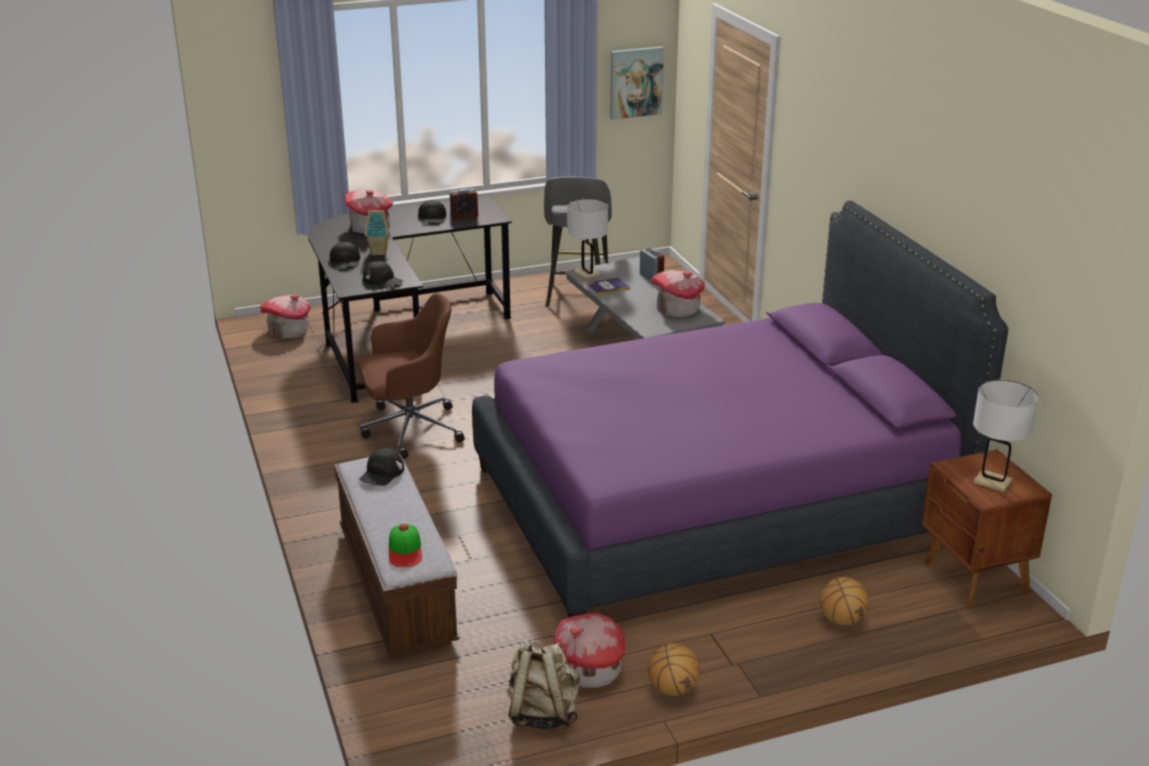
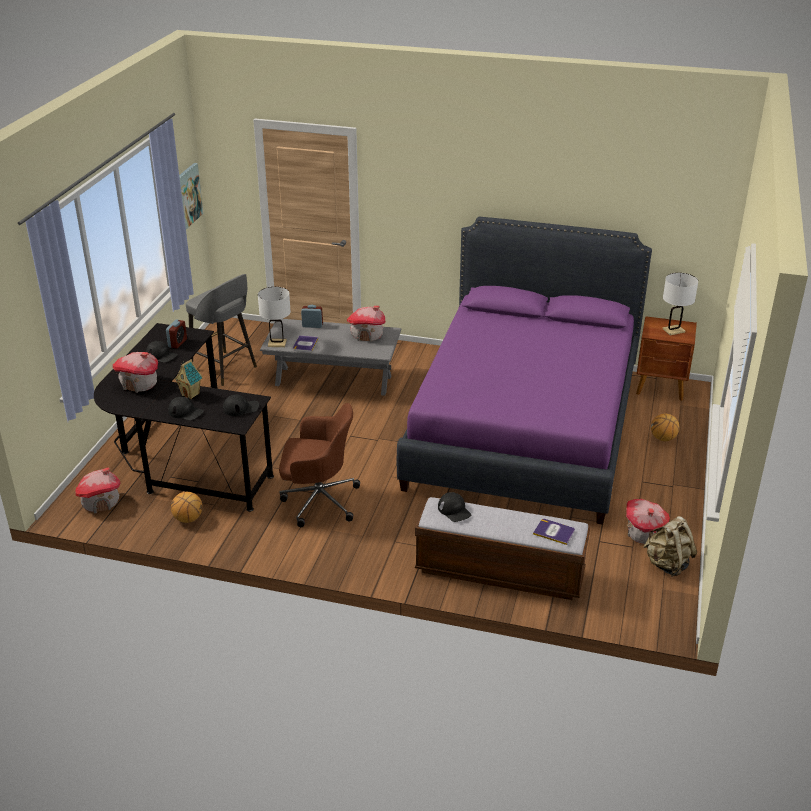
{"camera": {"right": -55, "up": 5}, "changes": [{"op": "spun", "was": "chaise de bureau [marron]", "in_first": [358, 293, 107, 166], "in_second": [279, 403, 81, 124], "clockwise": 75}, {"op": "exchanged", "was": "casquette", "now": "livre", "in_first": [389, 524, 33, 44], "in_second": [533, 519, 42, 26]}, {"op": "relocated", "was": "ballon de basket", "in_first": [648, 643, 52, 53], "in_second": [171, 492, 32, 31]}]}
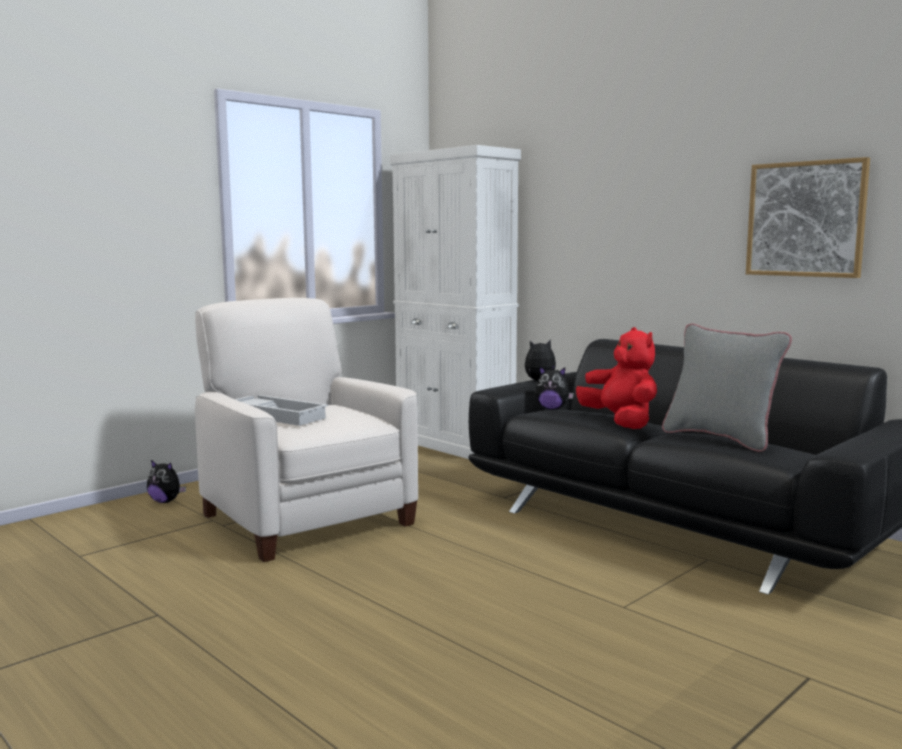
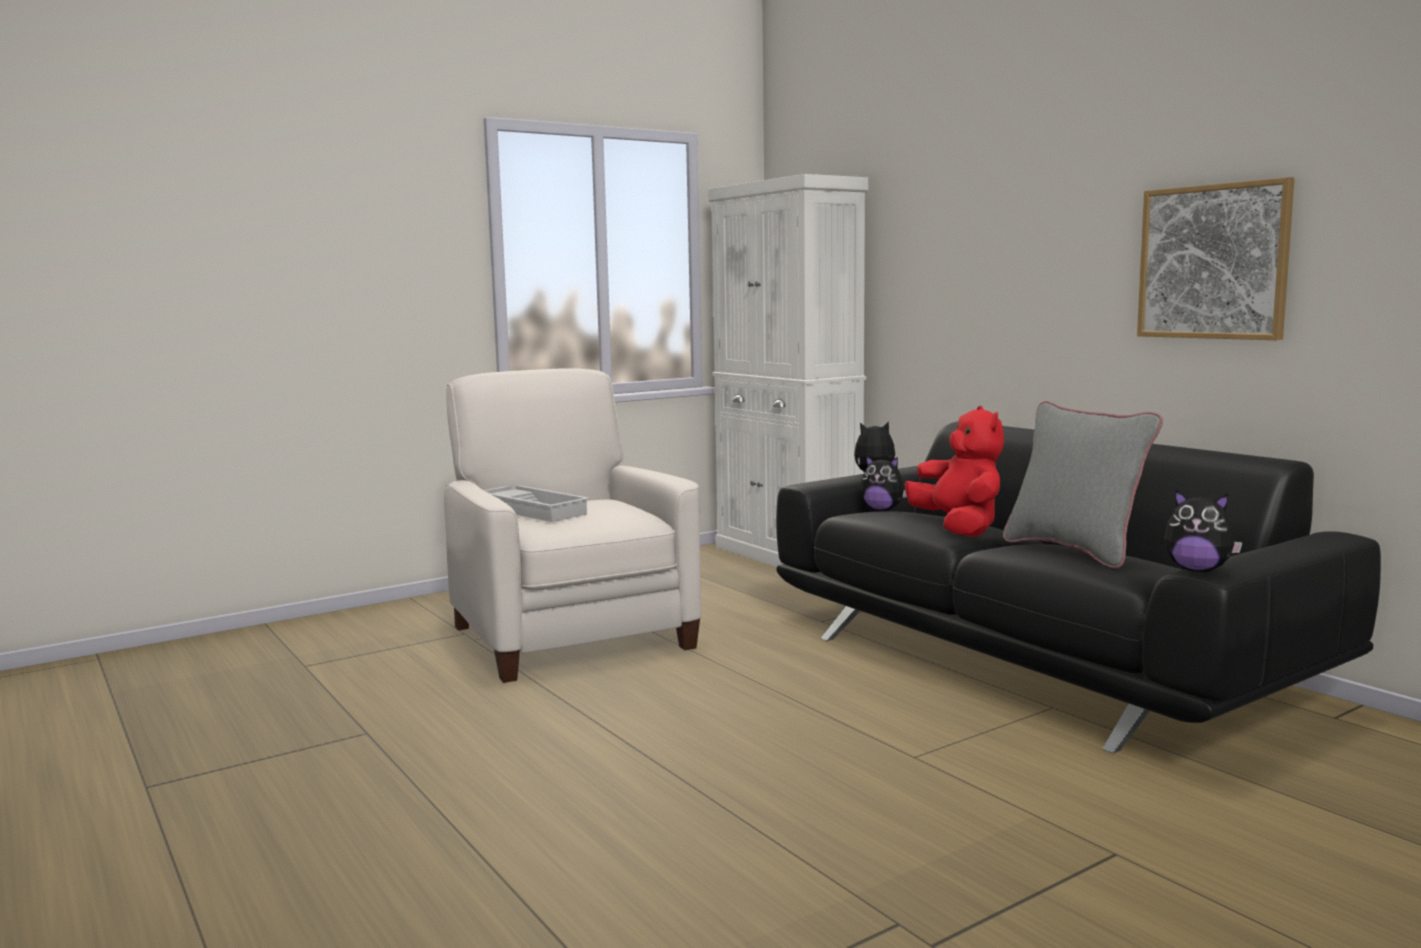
{"camera": {"right": 10, "up": 0}, "changes": [{"op": "relocated", "was": "peluche", "in_first": [147, 460, 39, 43], "in_second": [1165, 490, 78, 82]}]}
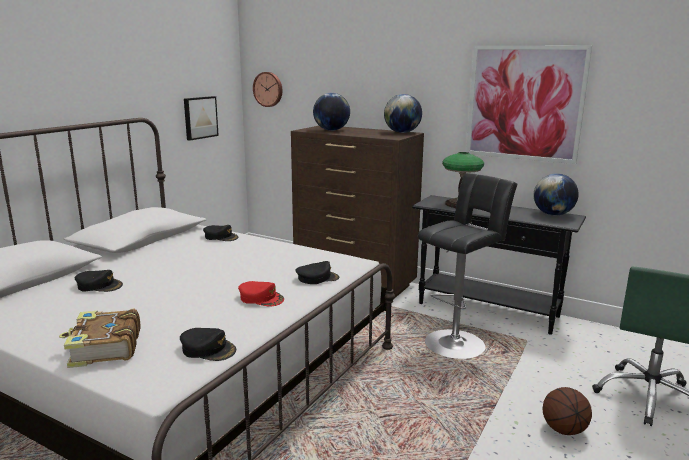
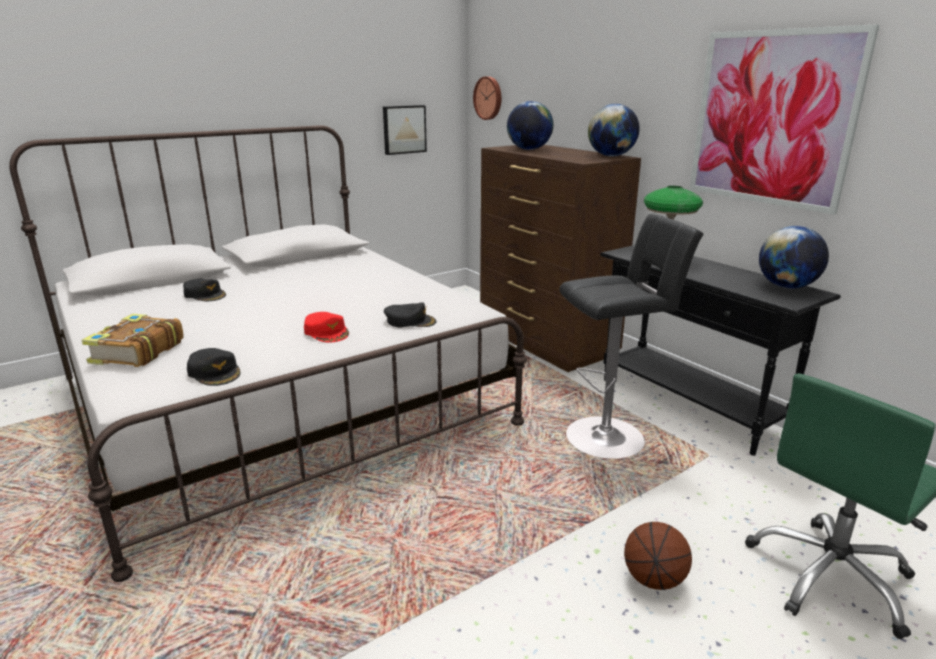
{"camera": {"right": 25, "up": 5}, "changes": [{"op": "missing", "was": "casquette [noir]", "in_first": [203, 225, 35, 16]}]}
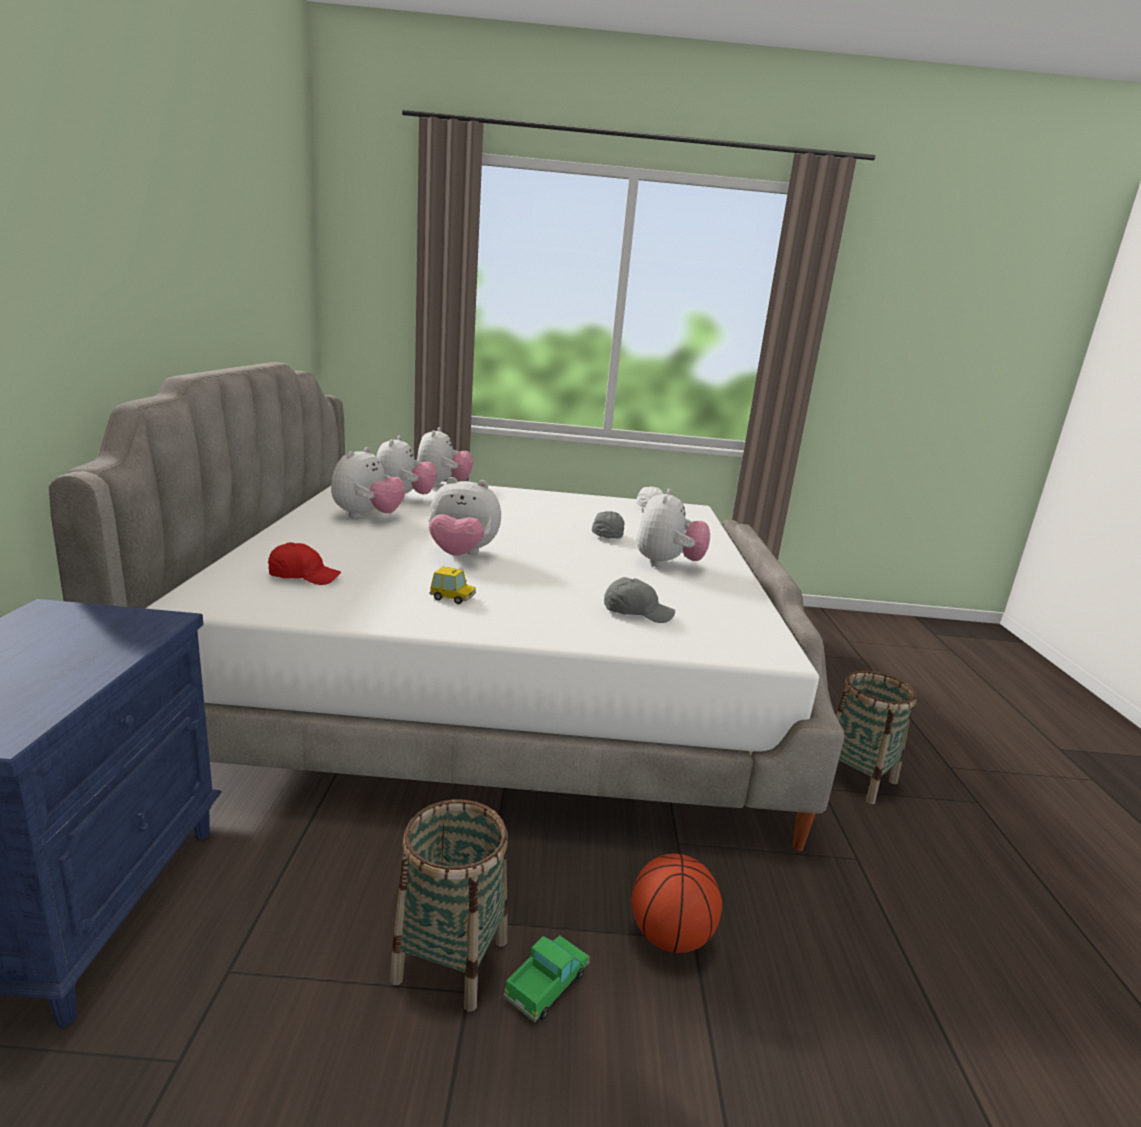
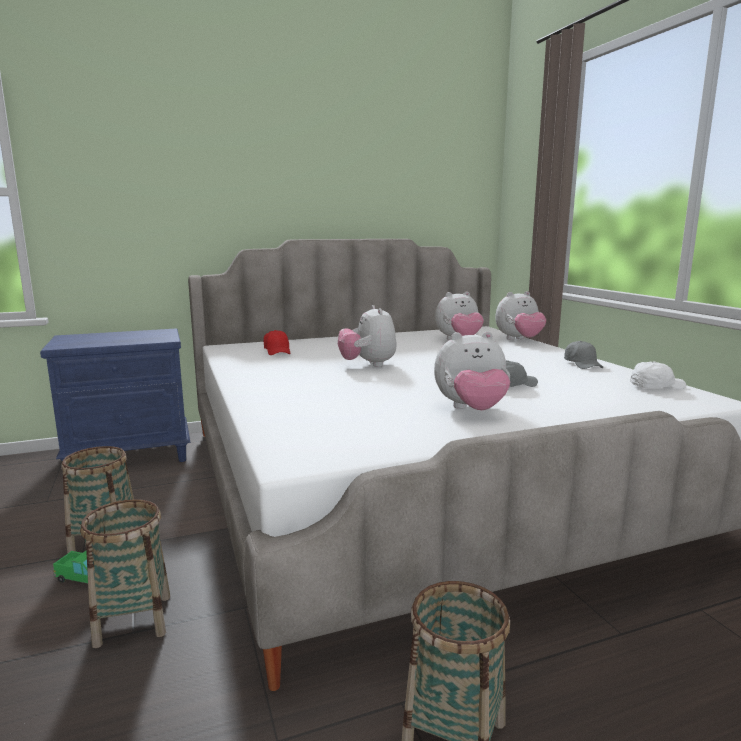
{"camera": {"right": 70, "up": -5}, "changes": [{"op": "missing", "was": "peluche", "in_first": [331, 447, 75, 71]}, {"op": "missing", "was": "petite voiture", "in_first": [430, 567, 46, 37]}, {"op": "relocated", "was": "casquette [gris]", "in_first": [604, 577, 71, 46], "in_second": [564, 341, 39, 28]}, {"op": "exchanged", "was": "ballon de basket", "now": "panier", "in_first": [631, 854, 91, 99], "in_second": [80, 499, 90, 149]}]}
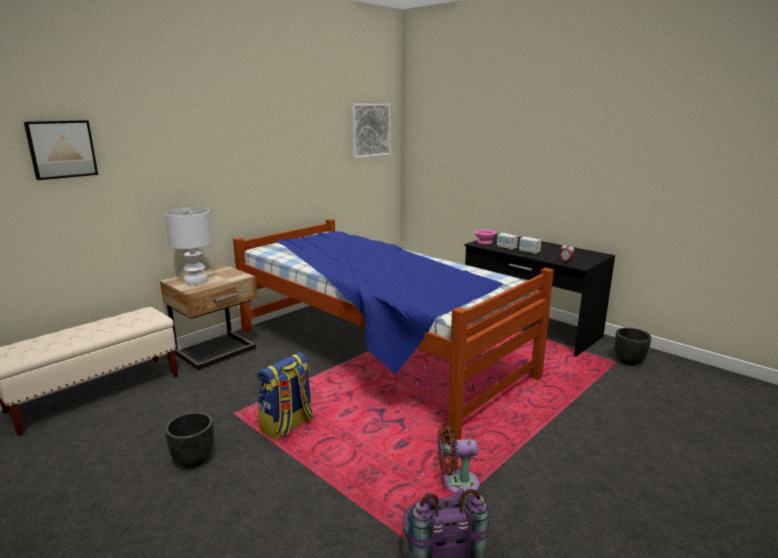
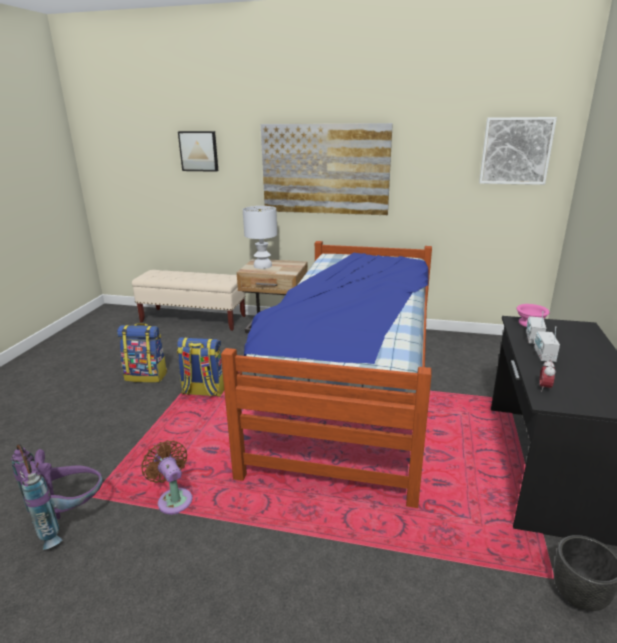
{"camera": {"right": 60, "up": 5}, "changes": [{"op": "exchanged", "was": "cache-pot [noir]", "now": "sac à dos", "in_first": [165, 412, 49, 55], "in_second": [117, 323, 50, 60]}, {"op": "appeared", "now": "tableau", "in_second": [261, 123, 132, 92]}]}
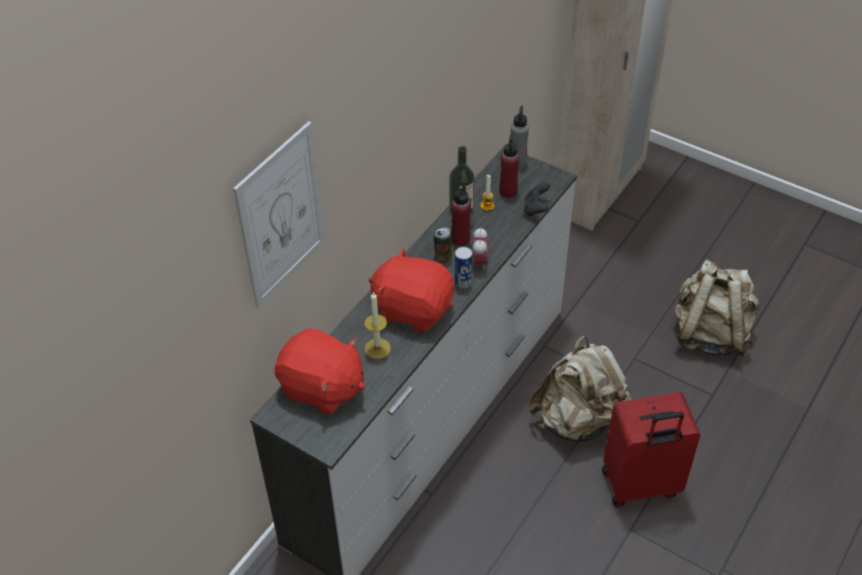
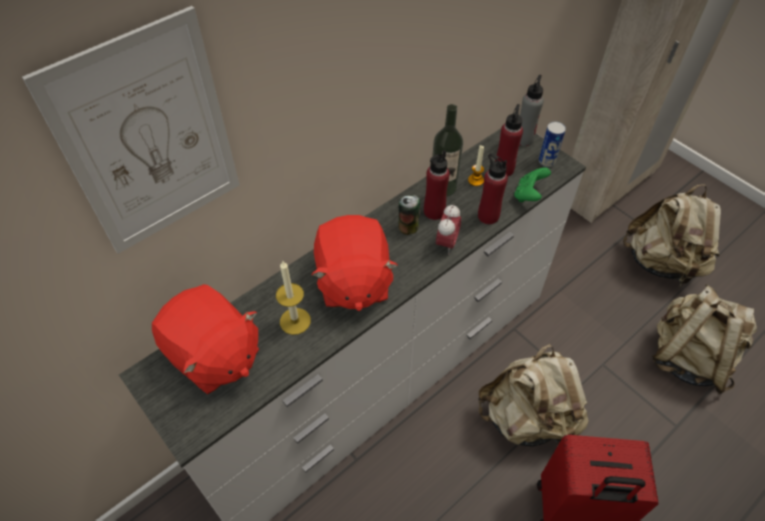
{"camera": {"right": 15, "up": 5}, "changes": [{"op": "spun", "was": "peluche [rouge]", "in_first": [368, 248, 86, 85], "in_second": [311, 215, 87, 96], "clockwise": -135}, {"op": "relocated", "was": "boîte métallique", "in_first": [455, 247, 17, 42], "in_second": [539, 122, 27, 45]}, {"op": "colour", "was": "manette [noir]", "now": "manette [vert]", "in_first": [524, 183, 26, 33], "in_second": [514, 167, 37, 35]}, {"op": "appeared", "now": "bouteille [rouge]", "in_second": [478, 153, 30, 71]}, {"op": "appeared", "now": "sac à dos [beige]", "in_second": [623, 184, 98, 103]}]}
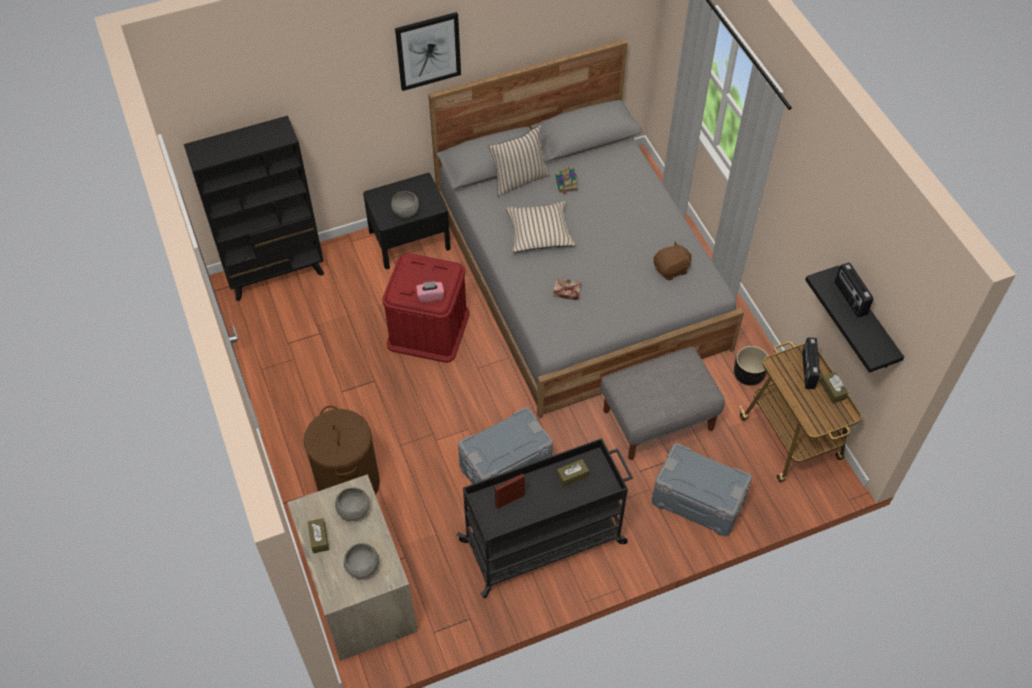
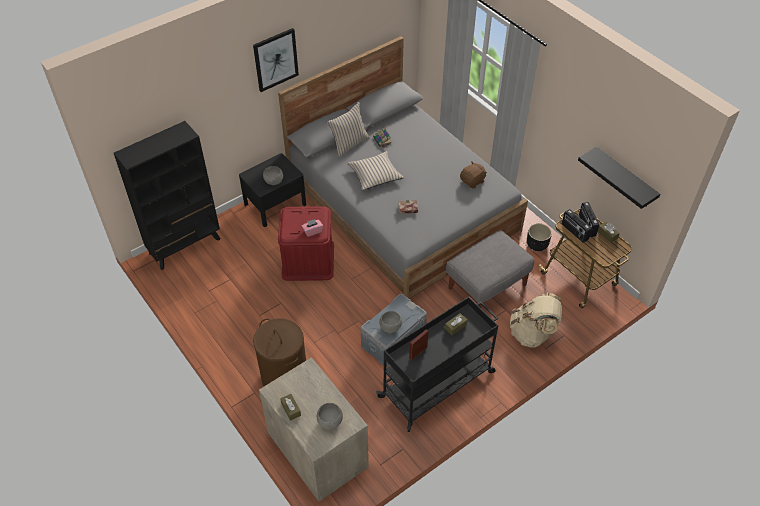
{"camera": {"right": -15, "up": -5}, "changes": [{"op": "relocated", "was": "bol [gris]", "in_first": [335, 488, 35, 33], "in_second": [379, 311, 23, 22]}, {"op": "exchanged", "was": "boîte de rangement [gris]", "now": "sac à dos [beige]", "in_first": [651, 443, 101, 93], "in_second": [510, 293, 52, 55]}, {"op": "relocated", "was": "radio", "in_first": [835, 263, 38, 55], "in_second": [562, 209, 30, 34]}]}
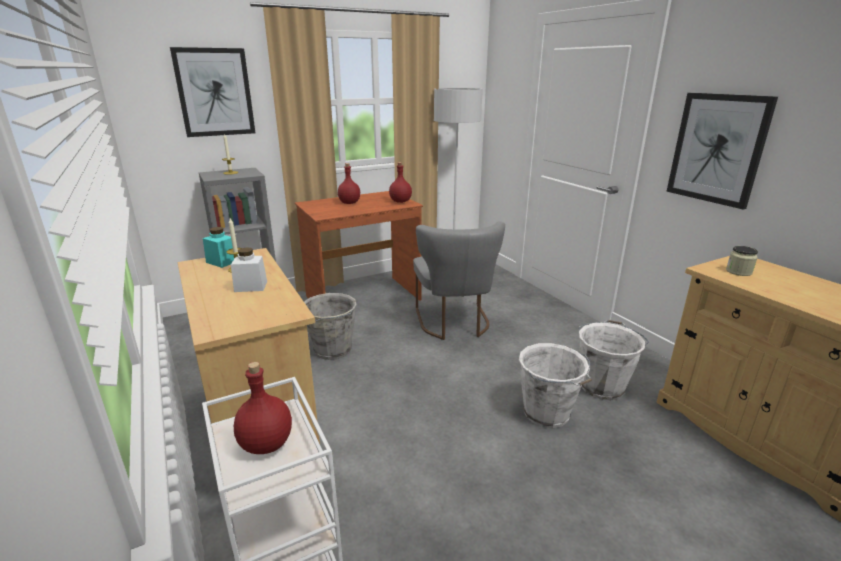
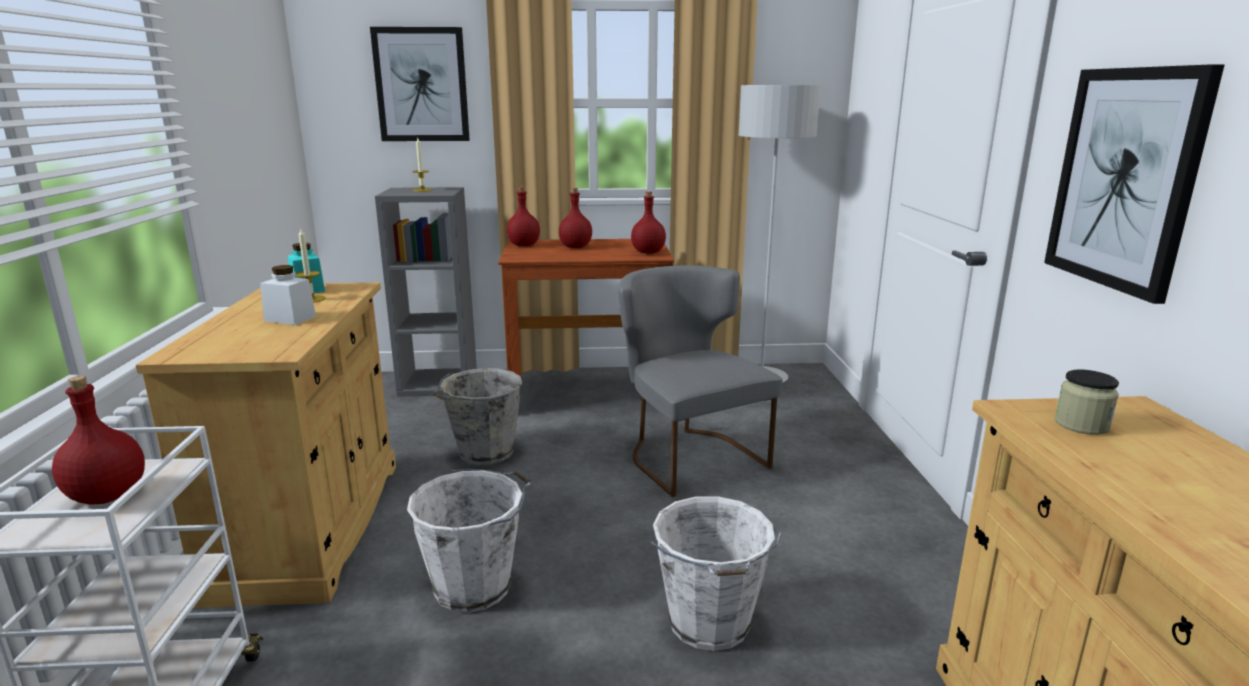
{"camera": {"right": 25, "up": -5}, "changes": [{"op": "spun", "was": "chaise [gris]", "in_first": [413, 221, 92, 119], "in_second": [618, 265, 164, 232], "clockwise": 135}, {"op": "relocated", "was": "seau [blanc]", "in_first": [578, 320, 71, 80], "in_second": [407, 469, 123, 144]}, {"op": "appeared", "now": "bouteille [rouge]", "in_second": [507, 187, 33, 59]}]}
